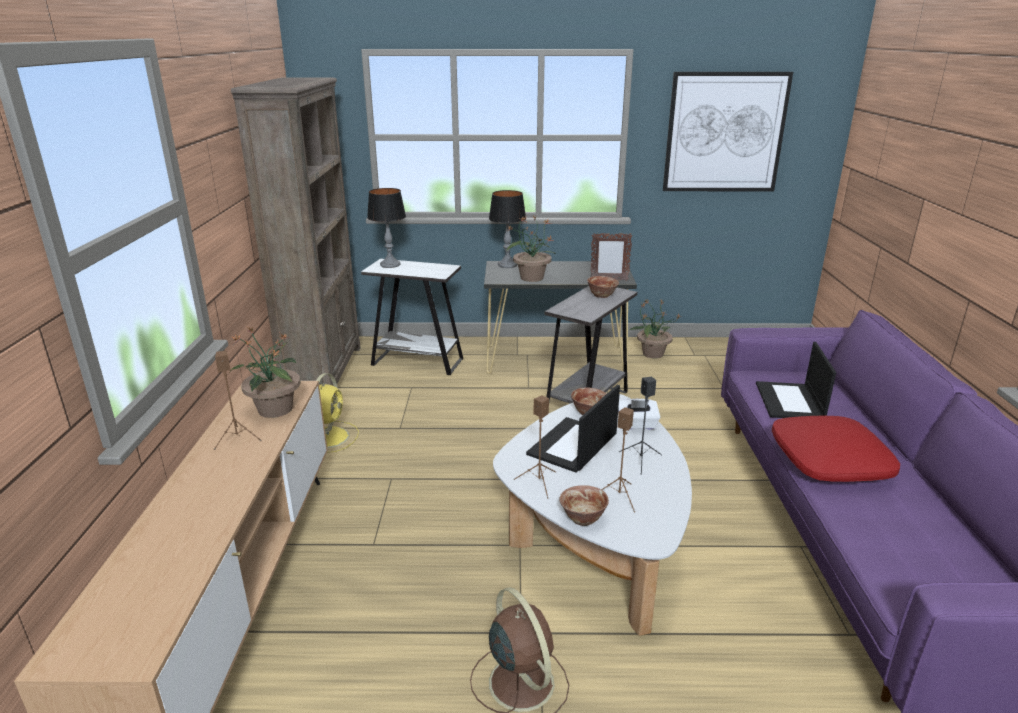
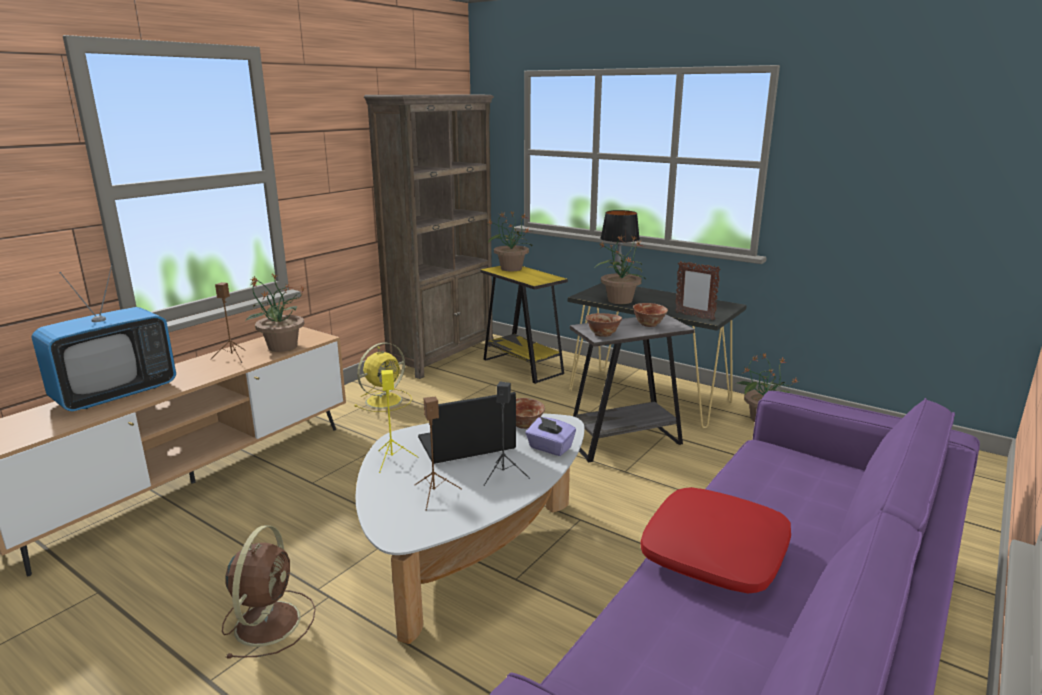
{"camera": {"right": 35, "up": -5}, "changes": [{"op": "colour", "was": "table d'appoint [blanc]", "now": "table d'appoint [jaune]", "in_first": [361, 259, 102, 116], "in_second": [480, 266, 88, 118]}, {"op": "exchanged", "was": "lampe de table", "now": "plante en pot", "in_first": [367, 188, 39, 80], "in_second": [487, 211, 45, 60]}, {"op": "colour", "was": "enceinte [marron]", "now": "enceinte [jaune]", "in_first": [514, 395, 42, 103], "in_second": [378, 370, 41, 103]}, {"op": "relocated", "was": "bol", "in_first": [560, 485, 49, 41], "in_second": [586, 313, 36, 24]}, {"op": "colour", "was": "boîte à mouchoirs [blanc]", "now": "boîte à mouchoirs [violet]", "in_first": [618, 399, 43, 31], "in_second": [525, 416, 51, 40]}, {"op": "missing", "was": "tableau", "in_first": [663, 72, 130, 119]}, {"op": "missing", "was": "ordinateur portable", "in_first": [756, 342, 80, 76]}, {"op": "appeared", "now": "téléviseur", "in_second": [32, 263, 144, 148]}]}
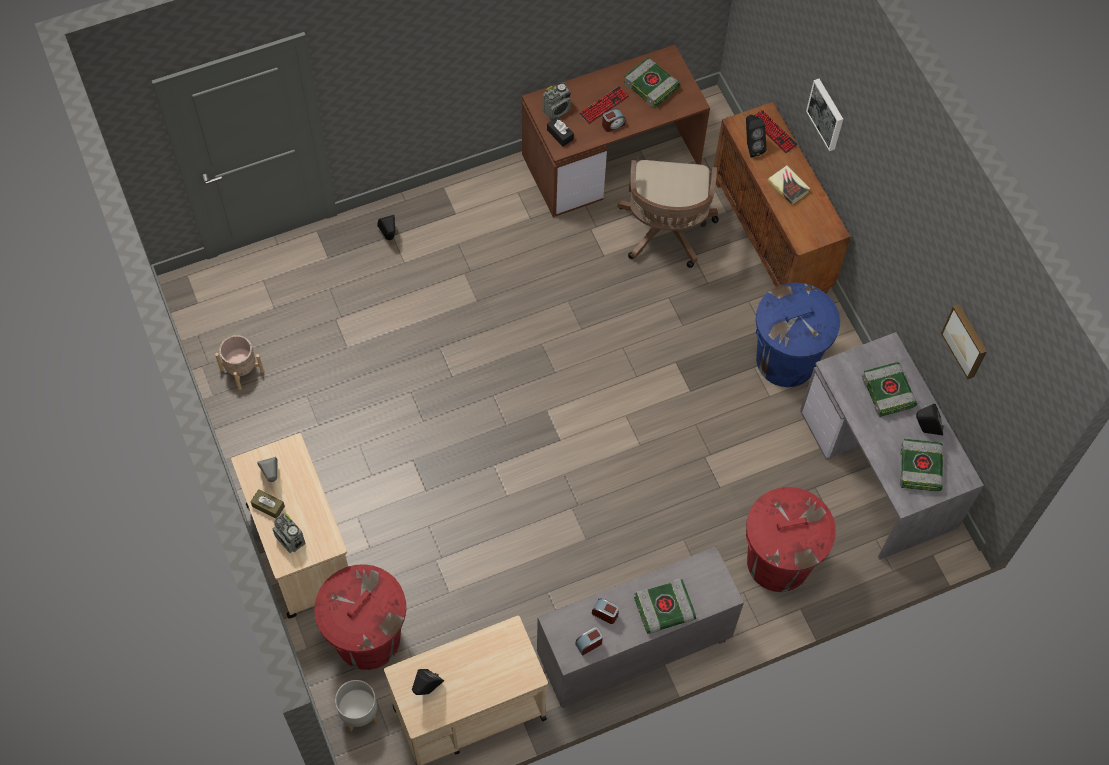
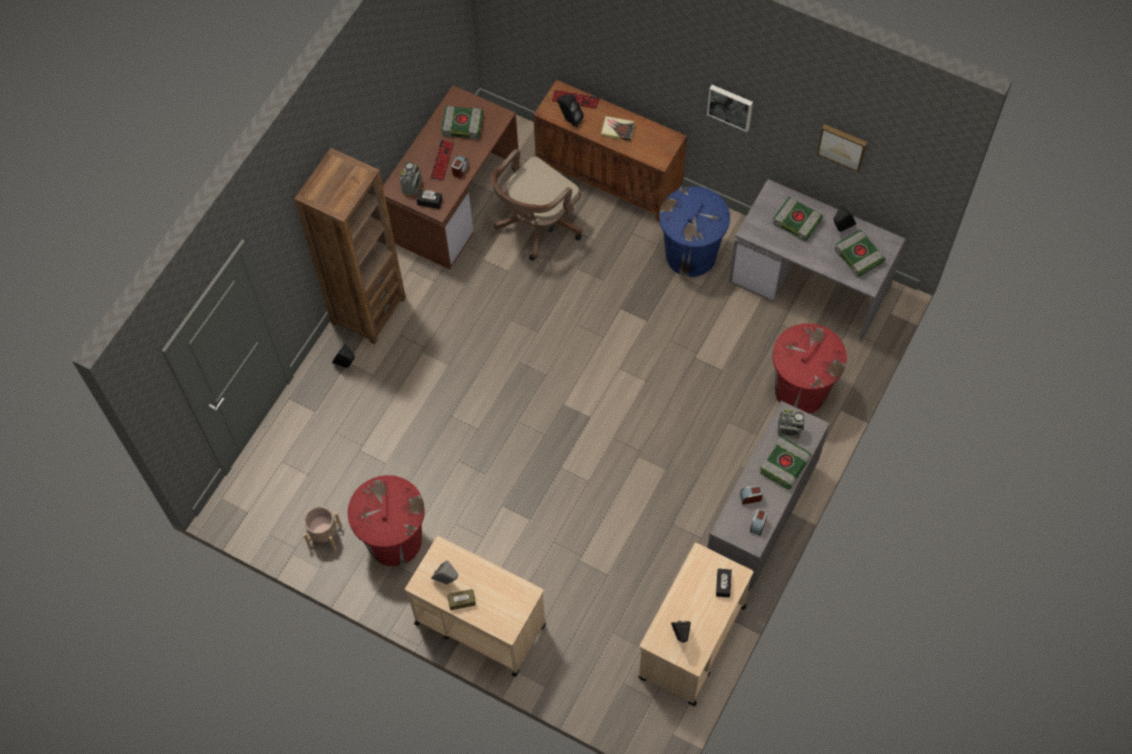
{"camera": {"right": -35, "up": 0}, "changes": [{"op": "relocated", "was": "radio", "in_first": [272, 512, 33, 41], "in_second": [777, 409, 27, 30]}, {"op": "relocated", "was": "poubelle [rouge]", "in_first": [314, 564, 92, 106], "in_second": [347, 475, 78, 91]}, {"op": "missing", "was": "cache-pot [gris]", "in_first": [335, 680, 42, 52]}, {"op": "spun", "was": "chaise de bureau [marron]", "in_first": [617, 160, 102, 108], "in_second": [491, 149, 91, 111], "clockwise": 75}, {"op": "relocated", "was": "tableau", "in_first": [806, 79, 37, 72], "in_second": [707, 85, 46, 47]}, {"op": "appeared", "now": "bibliothèque [marron]", "in_second": [294, 148, 112, 197]}, {"op": "appeared", "now": "boîte à mouchoirs [noir]", "in_second": [716, 569, 16, 29]}]}
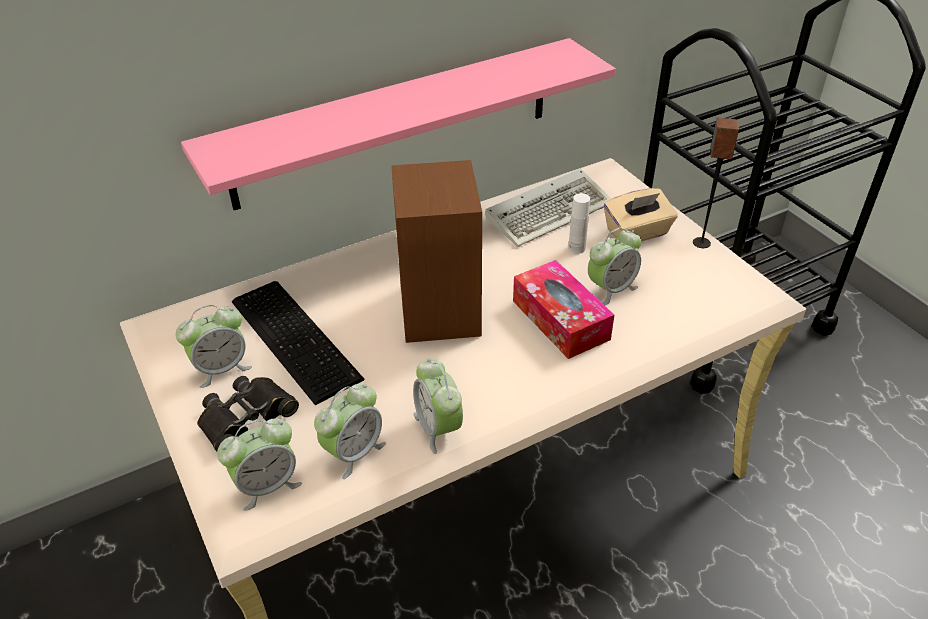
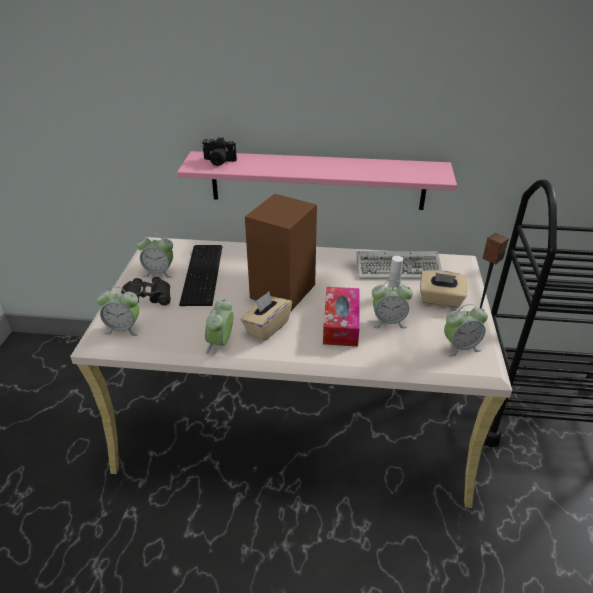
{"camera": {"right": 35, "up": -5}, "changes": [{"op": "relocated", "was": "réveil", "in_first": [314, 384, 72, 95], "in_second": [444, 304, 44, 53]}, {"op": "appeared", "now": "appareil photo", "in_second": [202, 137, 35, 29]}, {"op": "appeared", "now": "boîte à mouchoirs [beige]", "in_second": [241, 292, 51, 49]}]}
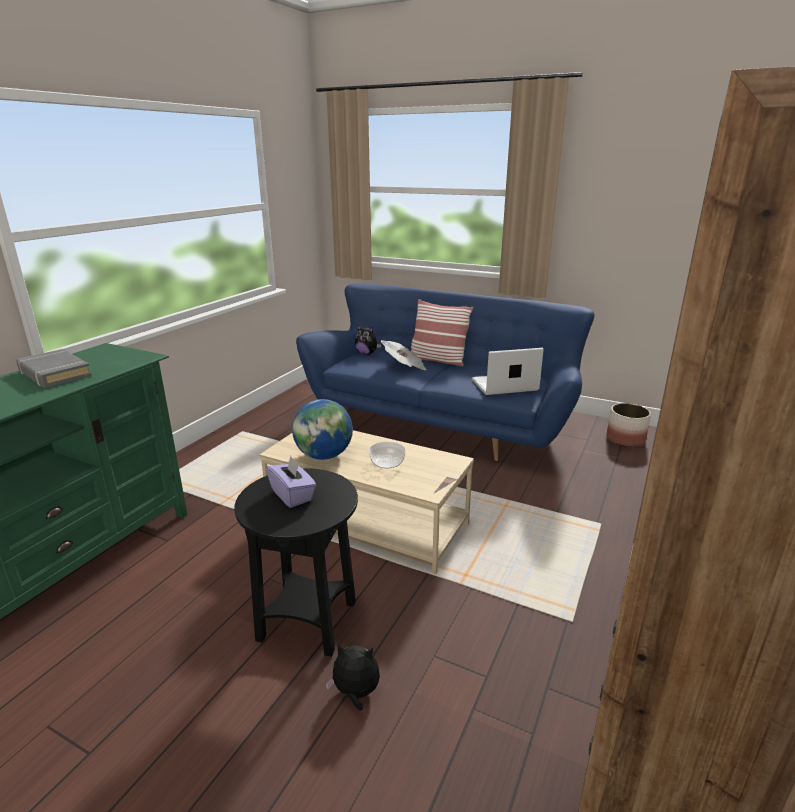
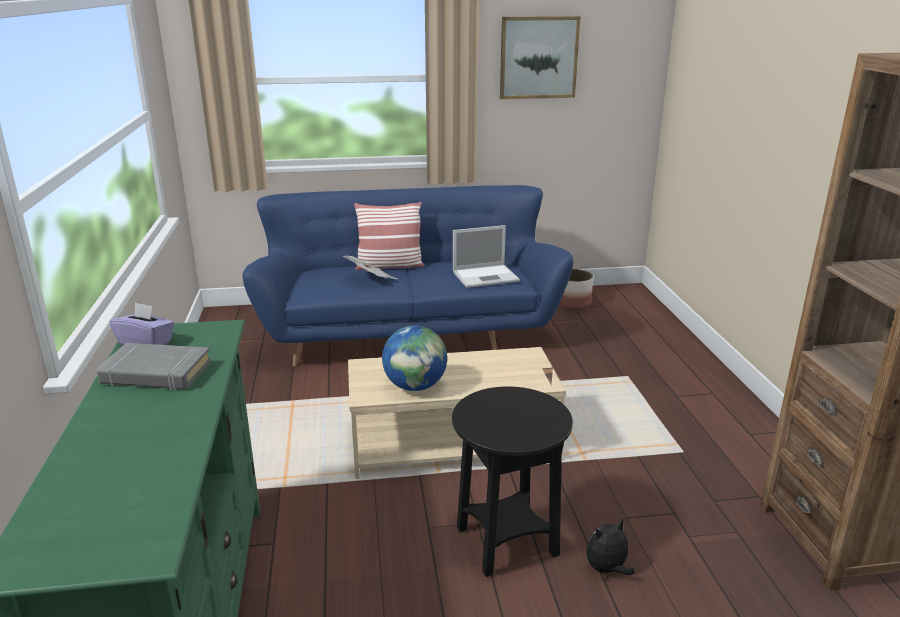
{"camera": {"right": -35, "up": 0}, "changes": [{"op": "relocated", "was": "boîte à mouchoirs [violet]", "in_first": [266, 456, 50, 52], "in_second": [110, 302, 64, 43]}, {"op": "missing", "was": "peluche", "in_first": [355, 325, 26, 30]}, {"op": "missing", "was": "bol", "in_first": [369, 442, 37, 26]}, {"op": "spun", "was": "ordinateur portable", "in_first": [472, 348, 72, 47], "in_second": [453, 225, 67, 63], "clockwise": -150}, {"op": "appeared", "now": "tableau", "in_second": [500, 16, 80, 83]}]}
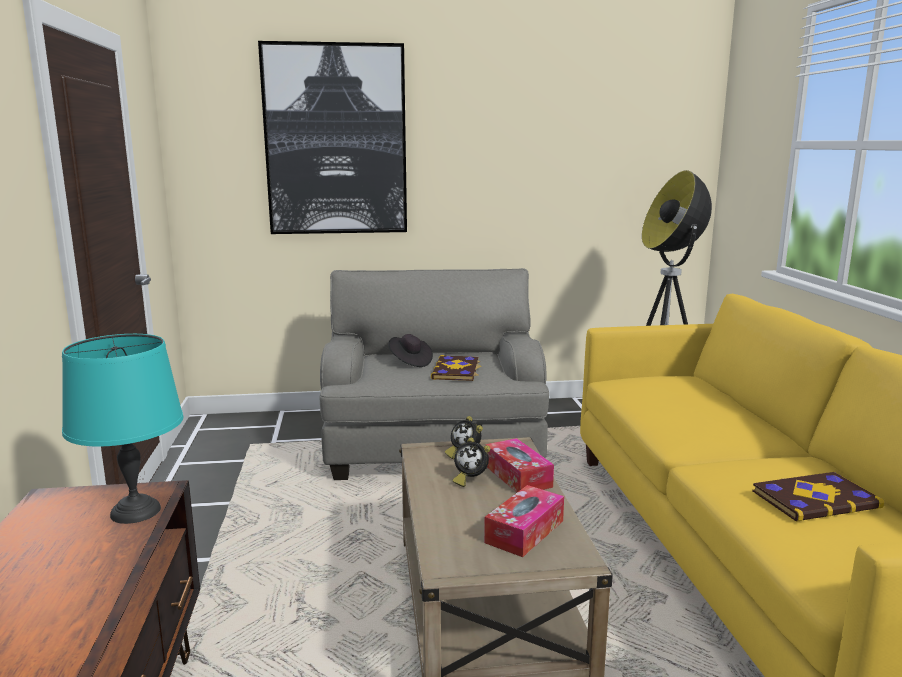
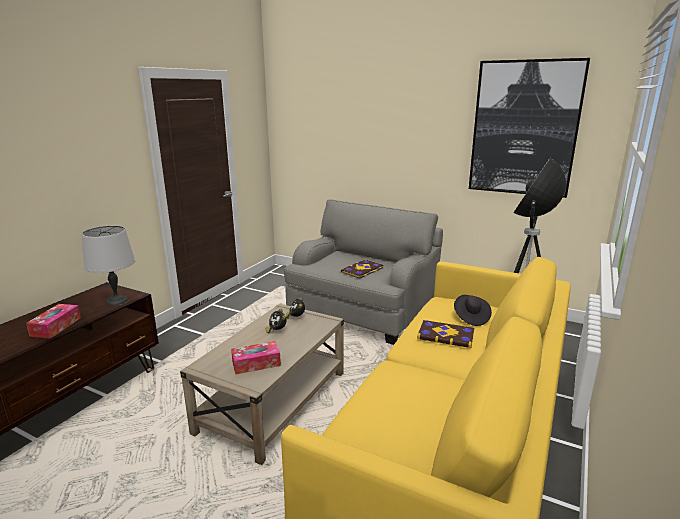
{"camera": {"right": 35, "up": 5}, "changes": [{"op": "colour", "was": "lampe de table [turquoise]", "now": "lampe de table [gris]", "in_first": [62, 334, 121, 190], "in_second": [82, 226, 53, 80]}, {"op": "relocated", "was": "tableau", "in_first": [258, 41, 149, 193], "in_second": [469, 58, 121, 140]}, {"op": "relocated", "was": "chapeau [noir]", "in_first": [388, 334, 45, 33], "in_second": [454, 295, 38, 31]}, {"op": "relocated", "was": "boîte à mouchoirs", "in_first": [485, 438, 69, 54], "in_second": [26, 304, 55, 34]}, {"op": "relocated", "was": "livre", "in_first": [752, 472, 132, 50], "in_second": [417, 320, 57, 28]}]}
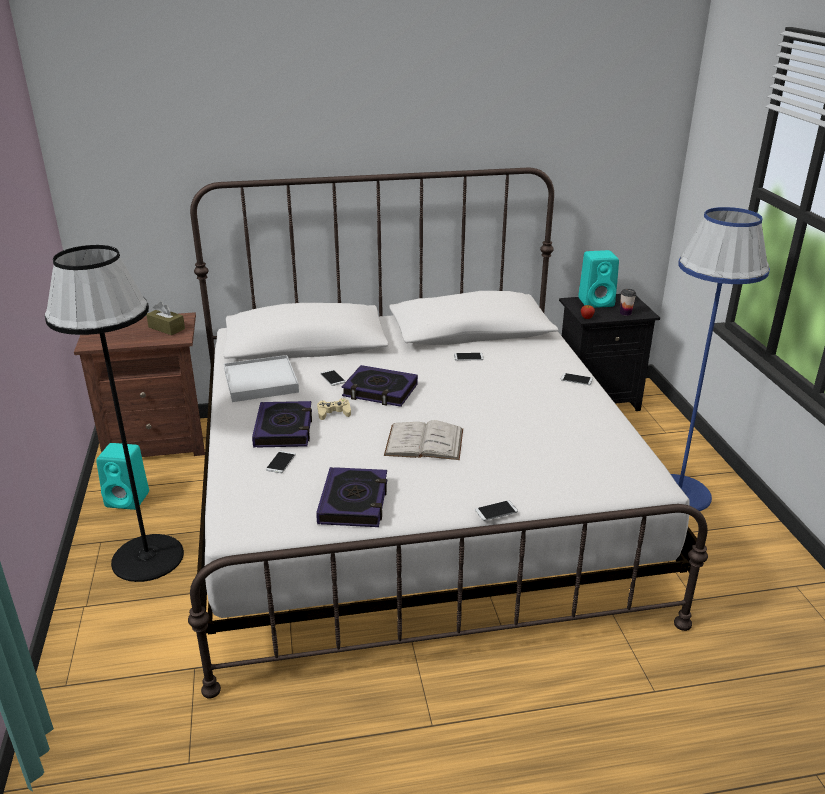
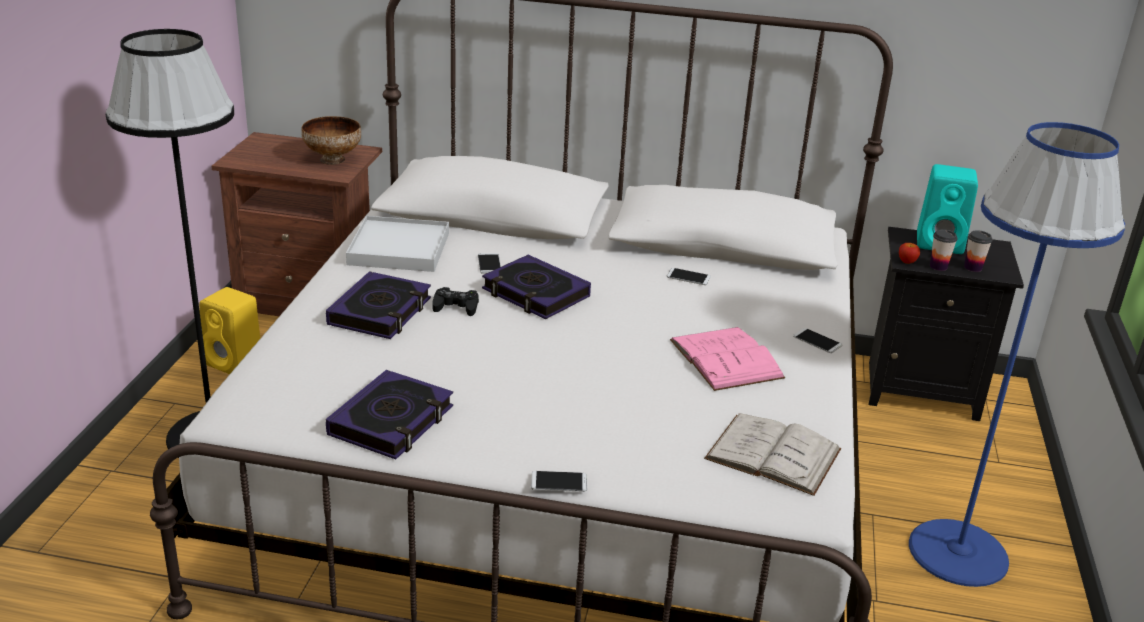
{"camera": {"right": 20, "up": 0}, "changes": [{"op": "colour", "was": "enceinte [turquoise]", "now": "enceinte [jaune]", "in_first": [96, 443, 53, 67], "in_second": [199, 287, 61, 87]}, {"op": "exchanged", "was": "boîte à mouchoirs [marron]", "now": "bol", "in_first": [146, 302, 39, 33], "in_second": [301, 116, 60, 49]}, {"op": "missing", "was": "téléphone", "in_first": [266, 451, 30, 22]}, {"op": "colour", "was": "manette [beige]", "now": "manette [noir]", "in_first": [317, 398, 34, 22], "in_second": [432, 287, 47, 29]}, {"op": "relocated", "was": "livre [blanc]", "in_first": [384, 420, 79, 40], "in_second": [704, 413, 137, 83]}, {"op": "appeared", "now": "livre [rose]", "in_second": [670, 327, 115, 64]}, {"op": "appeared", "now": "tasse", "in_second": [930, 229, 28, 42]}]}
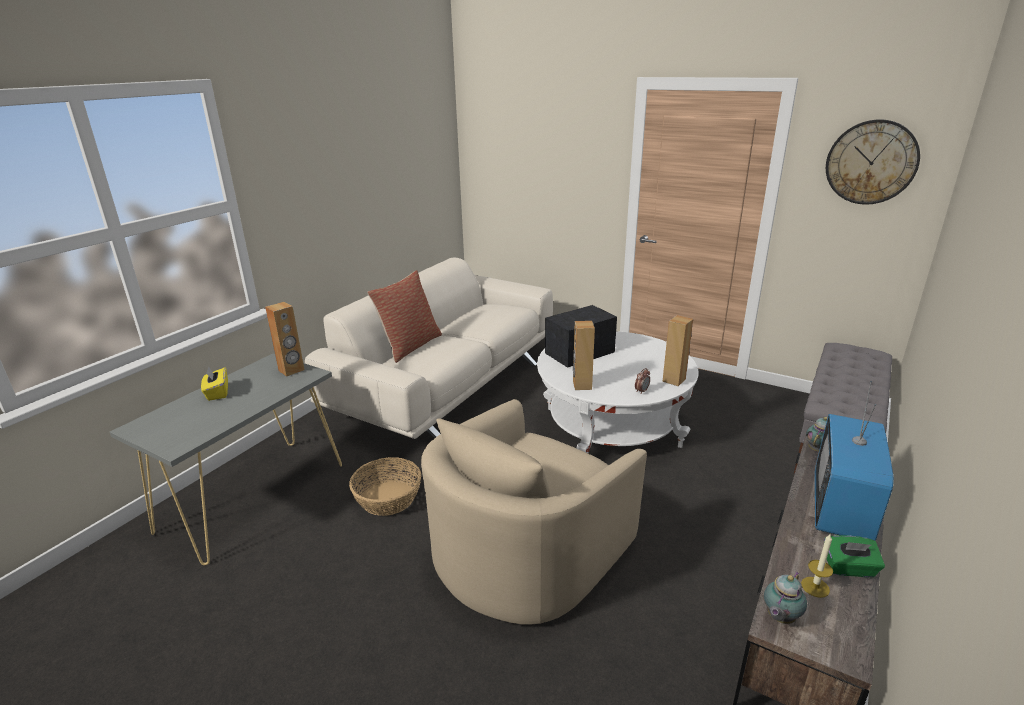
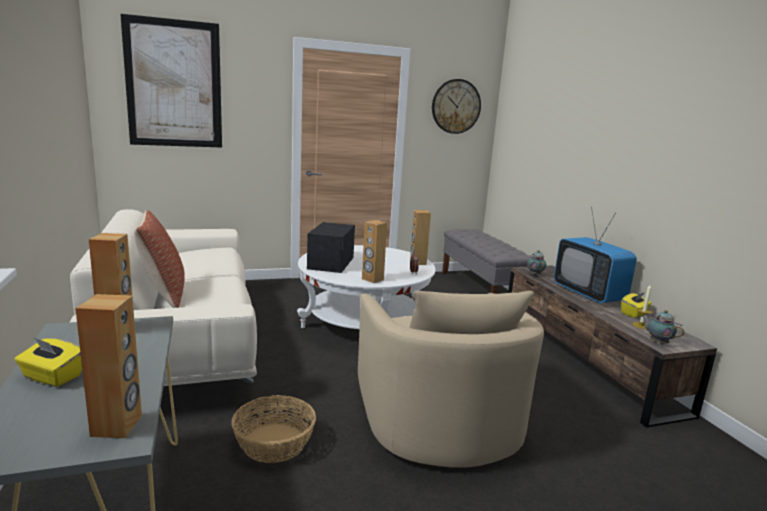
{"camera": {"right": -50, "up": -10}, "changes": [{"op": "spun", "was": "théière", "in_first": [764, 572, 43, 52], "in_second": [642, 310, 42, 35], "clockwise": 150}, {"op": "colour", "was": "boîte à mouchoirs [vert]", "now": "boîte à mouchoirs [jaune]", "in_first": [824, 535, 61, 42], "in_second": [621, 292, 31, 26]}, {"op": "appeared", "now": "enceinte [marron]", "in_second": [75, 294, 67, 144]}, {"op": "appeared", "now": "tableau", "in_second": [120, 14, 102, 134]}]}
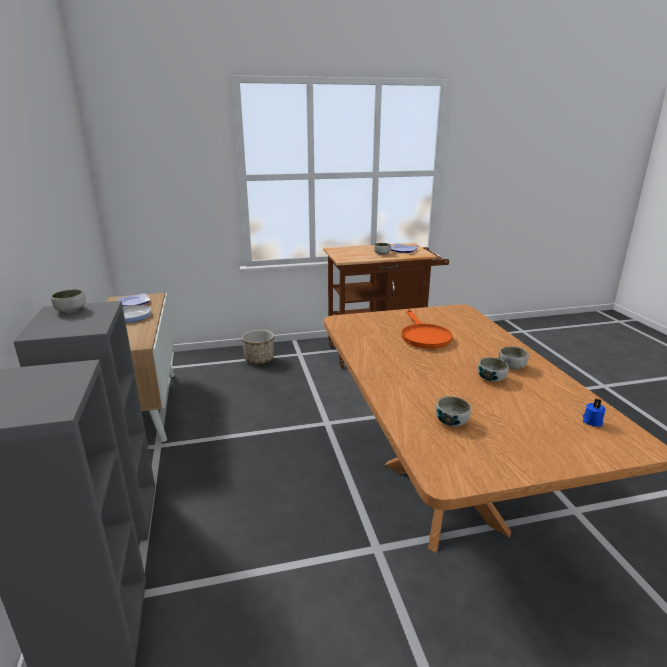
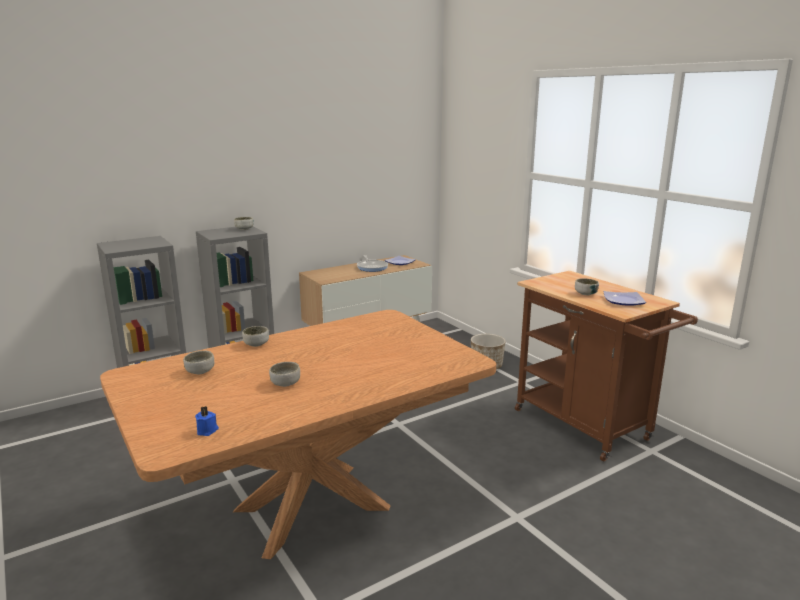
{"camera": {"right": 70, "up": -5}, "changes": [{"op": "missing", "was": "poêle [orange]", "in_first": [401, 309, 52, 40]}, {"op": "relocated", "was": "bol", "in_first": [499, 346, 30, 23], "in_second": [242, 326, 27, 21]}]}
